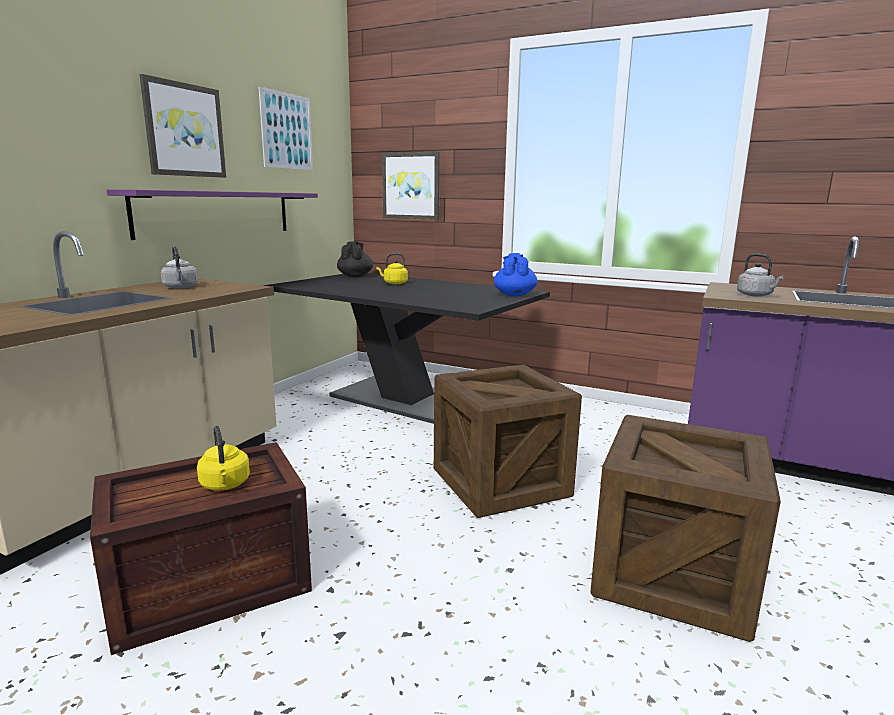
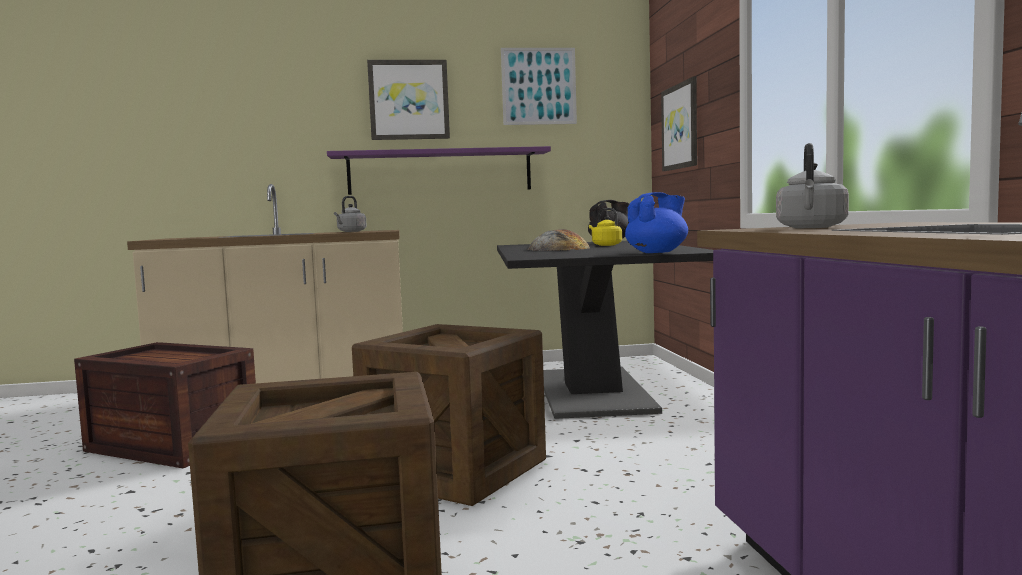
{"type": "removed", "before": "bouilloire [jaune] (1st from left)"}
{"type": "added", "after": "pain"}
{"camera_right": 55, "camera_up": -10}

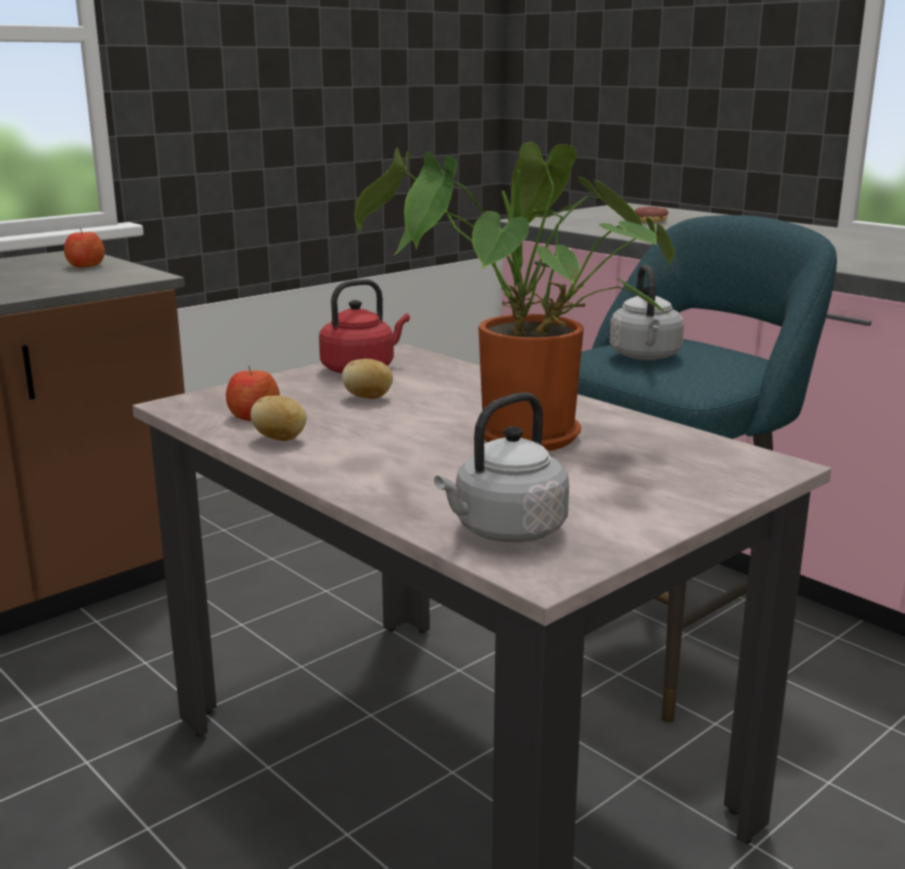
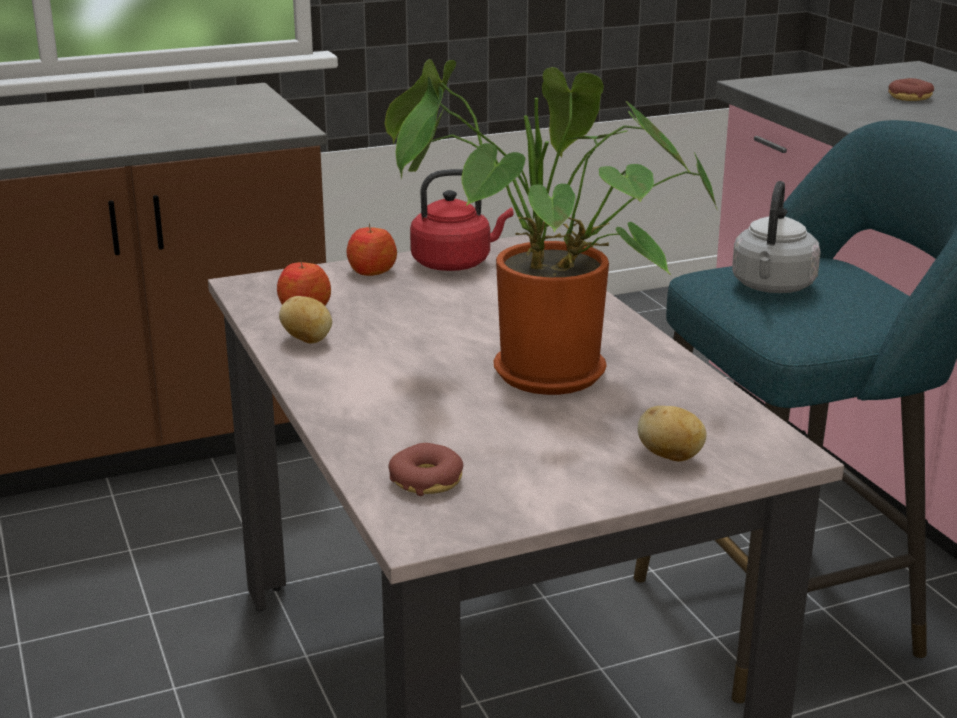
{"type": "moved", "before": "pomme (1st from left in the first image)", "after": "pomme (2nd from left)"}
{"type": "moved", "before": "pomme de terre (2nd from left)"}
{"type": "replaced", "before": "bouilloire [gris] (1st from left)", "after": "beignet (1st from left)"}
{"camera_right": 20, "camera_up": 5}

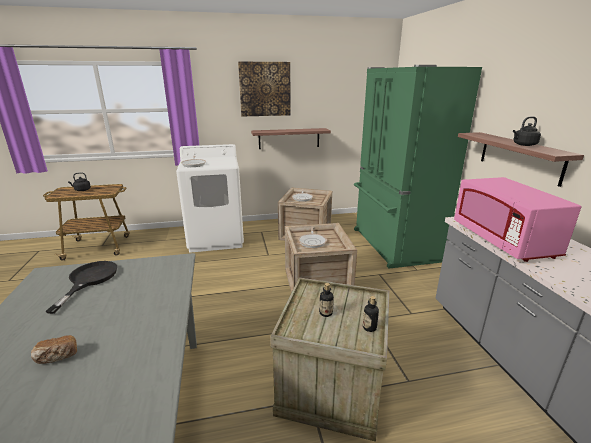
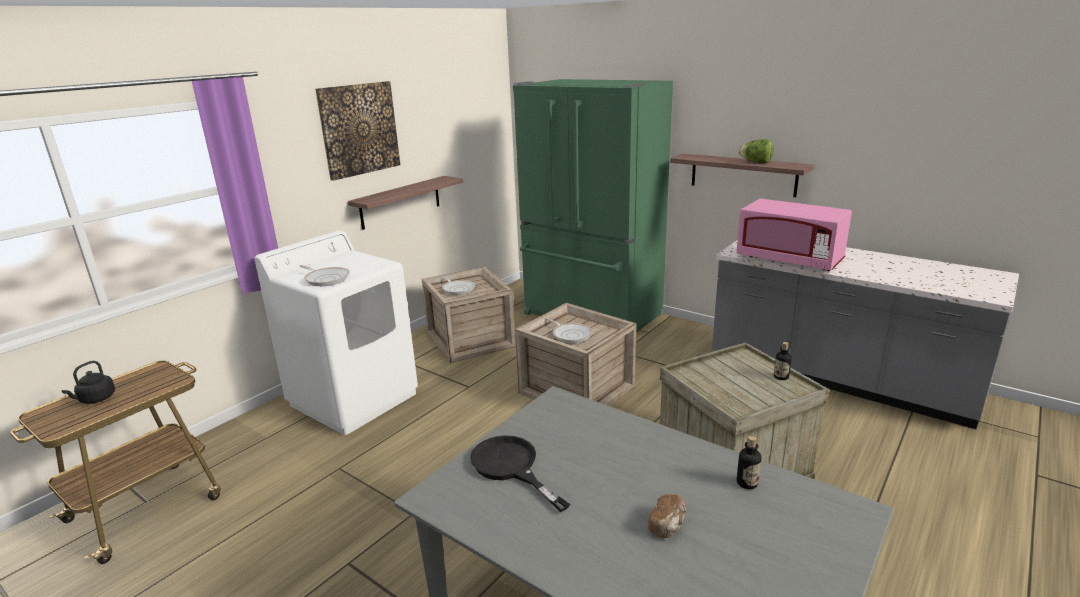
{"type": "replaced", "before": "bouilloire [noir] (2nd from left)", "after": "laitue"}
{"type": "moved", "before": "bouteille (1st from left)"}
{"camera_right": -40, "camera_up": 0}

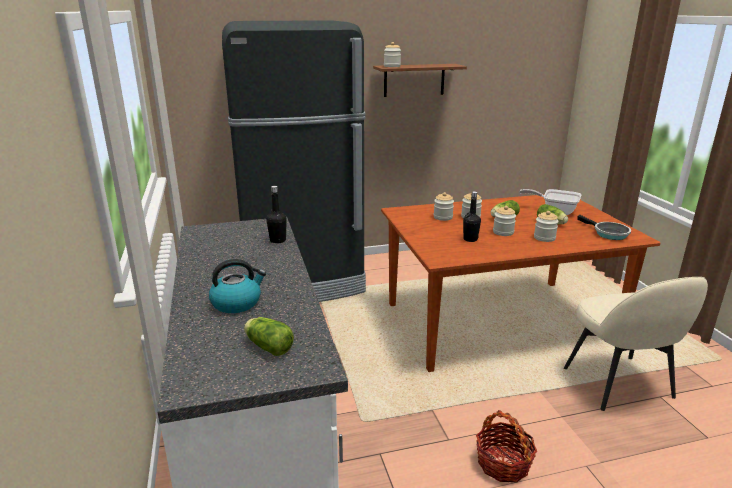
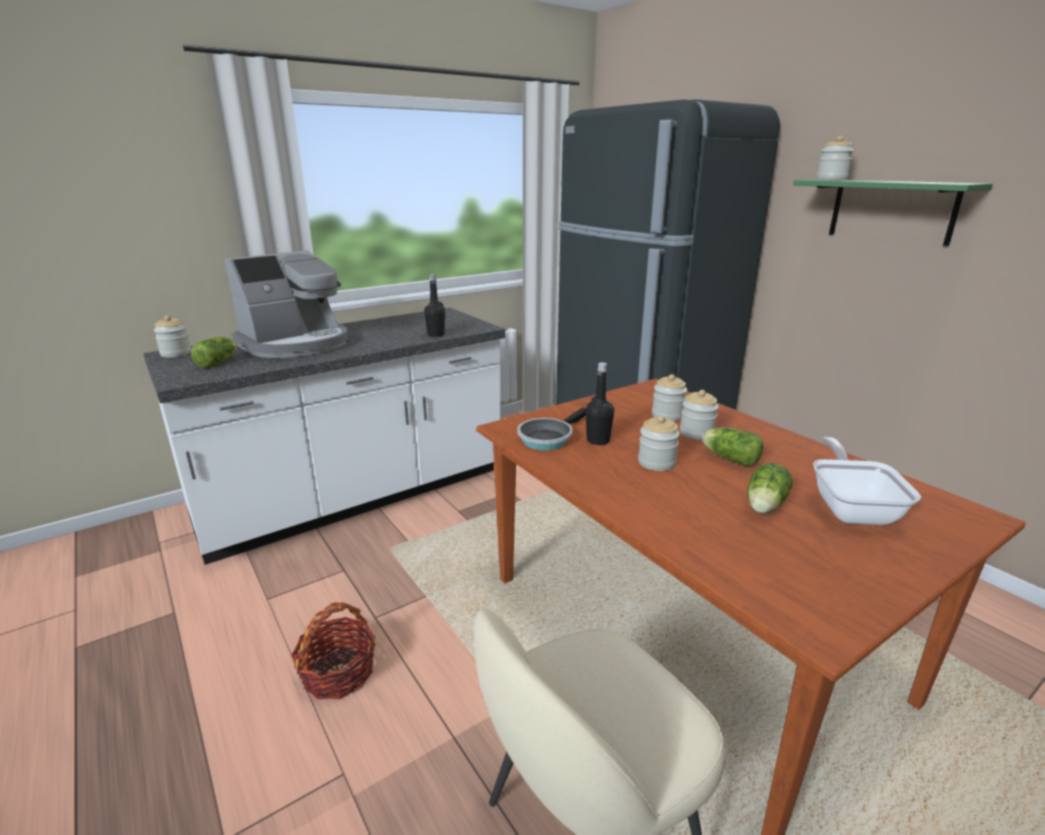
{"type": "recoloured", "before": "étagère [marron]", "after": "étagère [vert]"}
{"type": "moved", "before": "bocal (5th from left in the first image)", "after": "bocal (1st from left)"}
{"type": "moved", "before": "poêle (2nd from left in the first image)", "after": "poêle (1st from left)"}
{"type": "replaced", "before": "bouilloire", "after": "machine à café"}
{"camera_right": 70, "camera_up": 0}

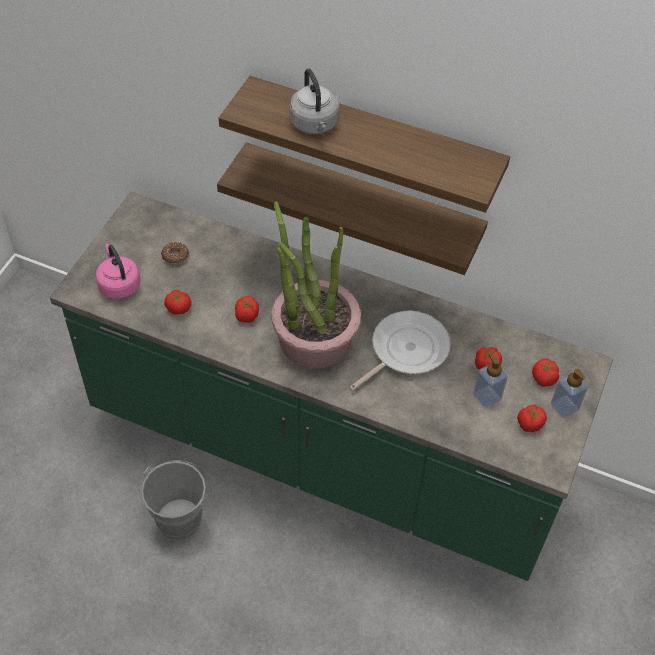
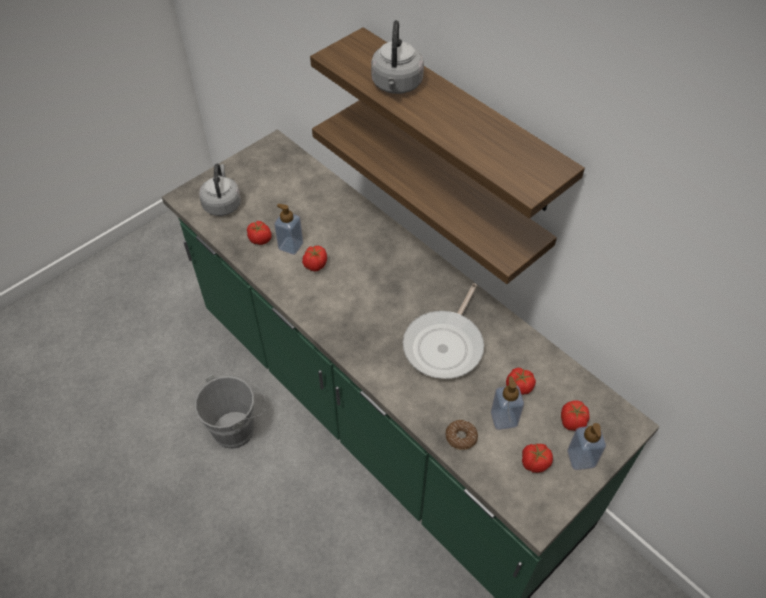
{"type": "removed", "before": "plante en pot"}
{"type": "moved", "before": "beignet"}
{"type": "recoloured", "before": "bouilloire [rose]", "after": "bouilloire [gris] (1st from left)"}
{"type": "turned", "before": "poêle", "turn": 135}
{"type": "added", "after": "distributeur de savon (1st from left)"}
{"camera_right": 25, "camera_up": 0}

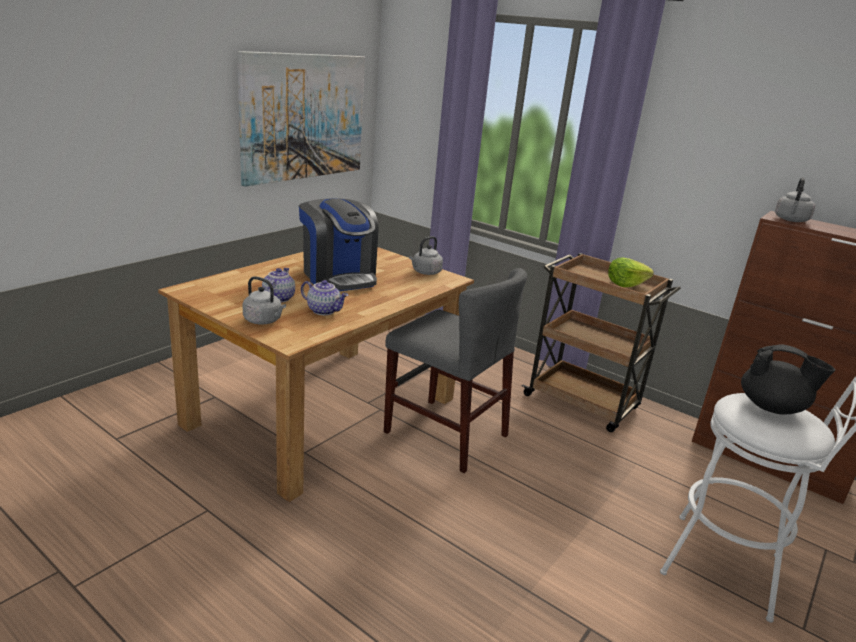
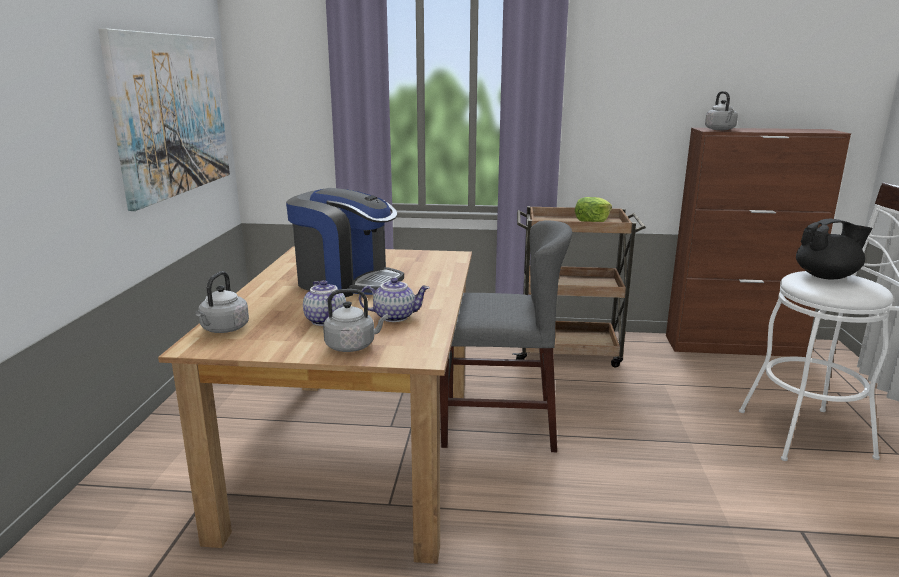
{"type": "moved", "before": "bouilloire [gris] (2nd from left in the first image)", "after": "bouilloire [gris] (1st from left)"}
{"camera_right": -30, "camera_up": -5}

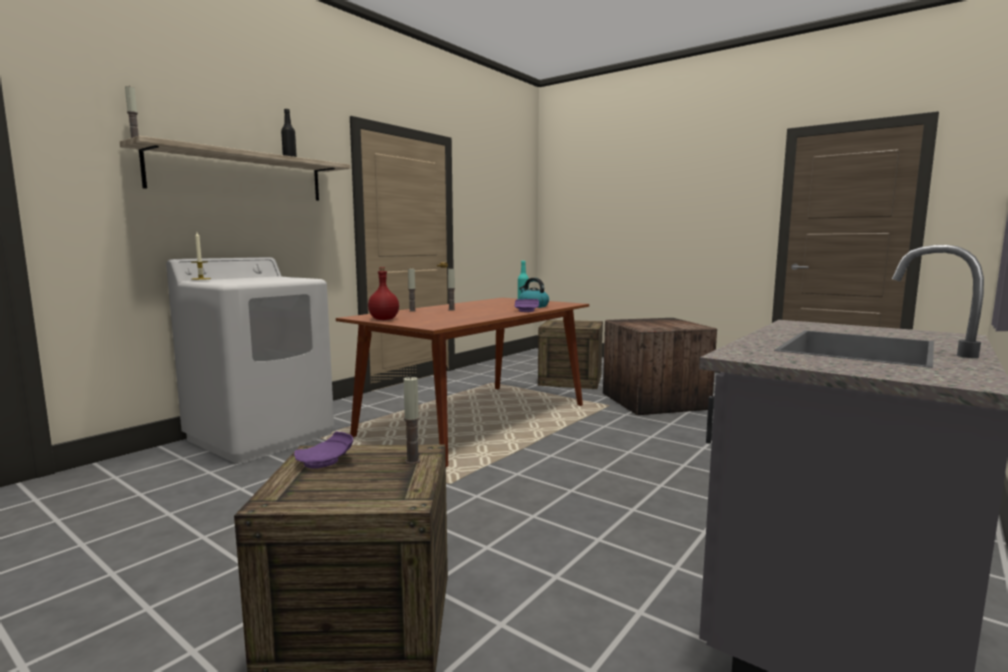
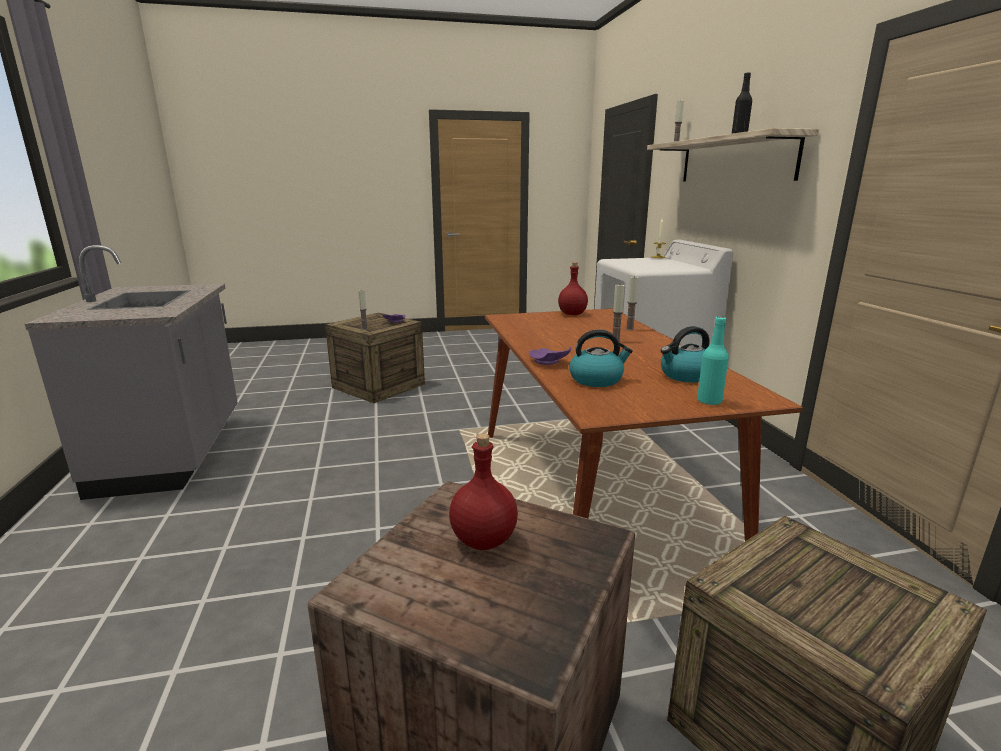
{"type": "added", "after": "bouilloire (2nd from left)"}
{"type": "added", "after": "bouteille [rouge] (1st from left)"}
{"camera_right": 130, "camera_up": 10}

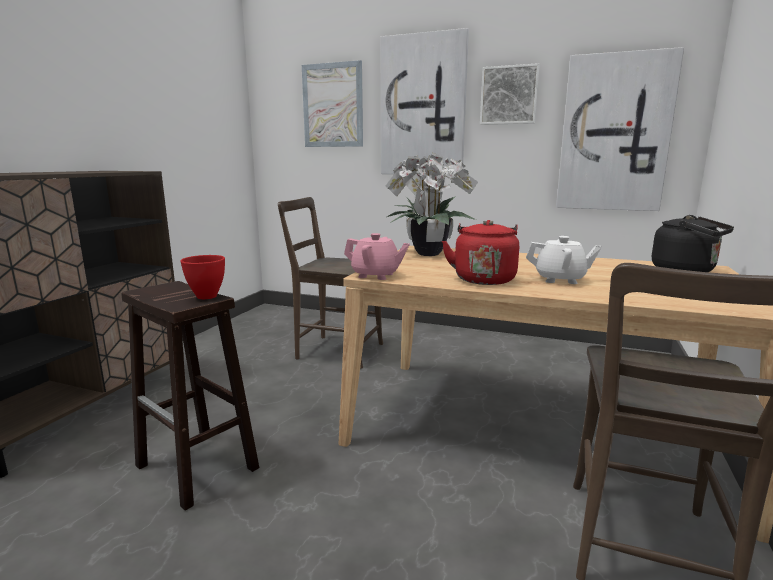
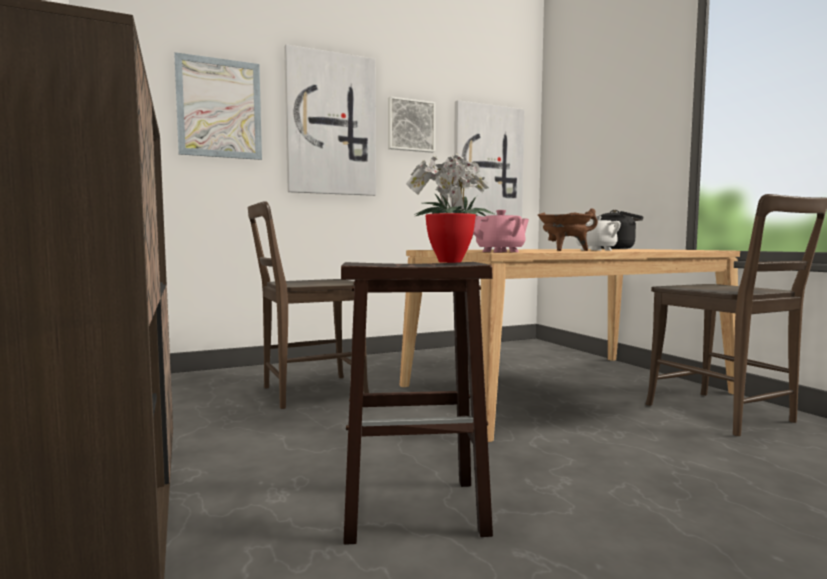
{"type": "replaced", "before": "bouilloire [rouge]", "after": "marmite [marron]"}
{"camera_right": -45, "camera_up": -10}

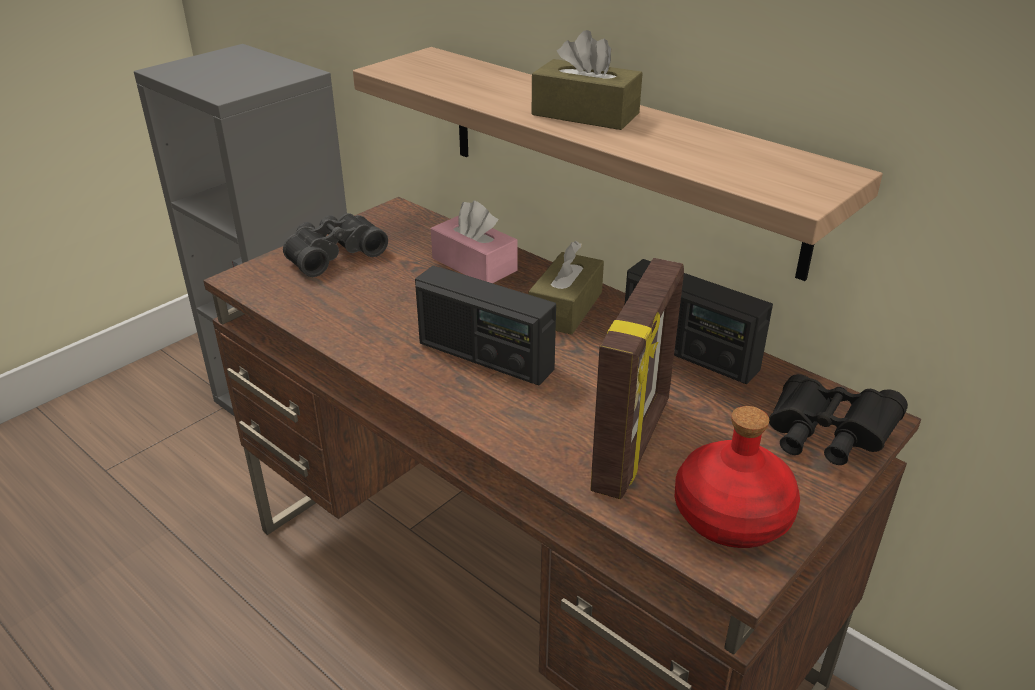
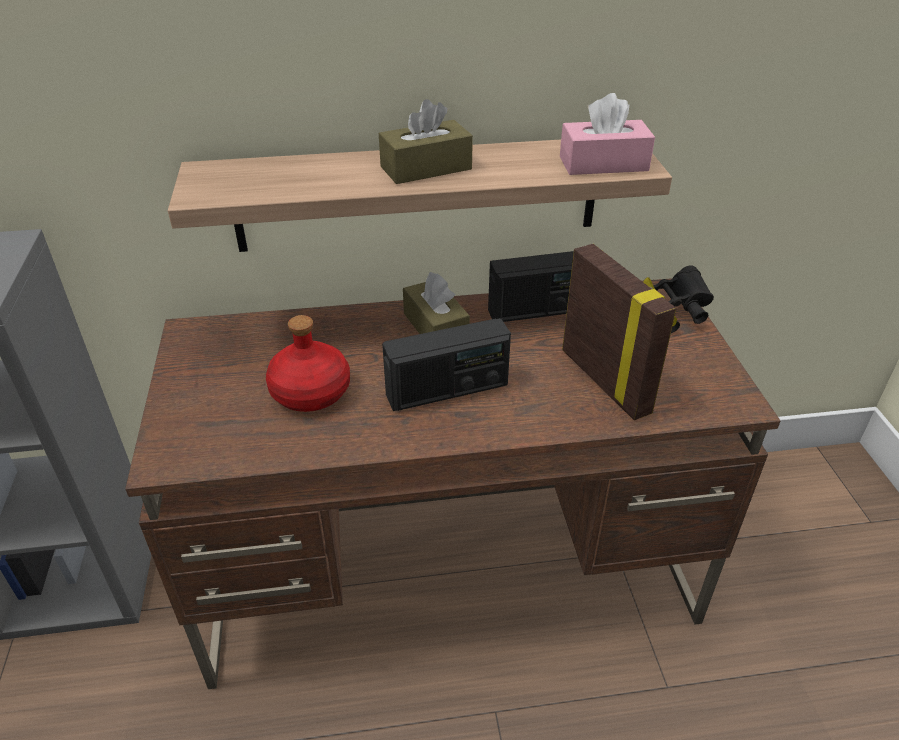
{"type": "moved", "before": "boîte à mouchoirs [rose]"}
{"type": "removed", "before": "jumelles [noir] (1st from left)"}
{"type": "moved", "before": "bouteille [rouge]"}
{"camera_right": -50, "camera_up": 5}

